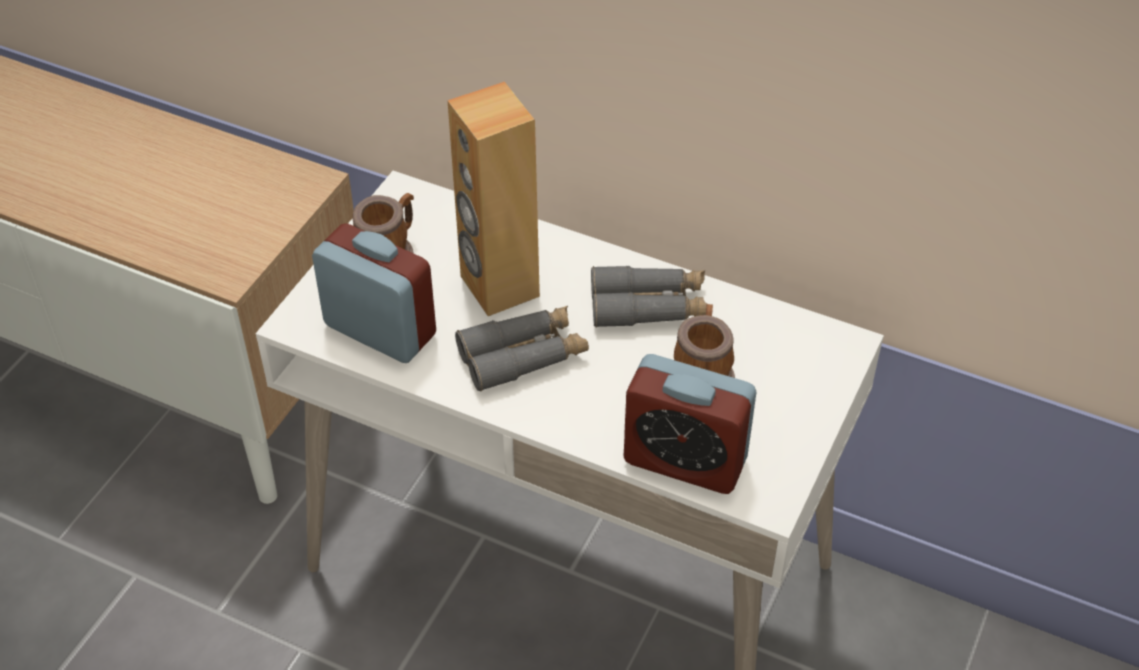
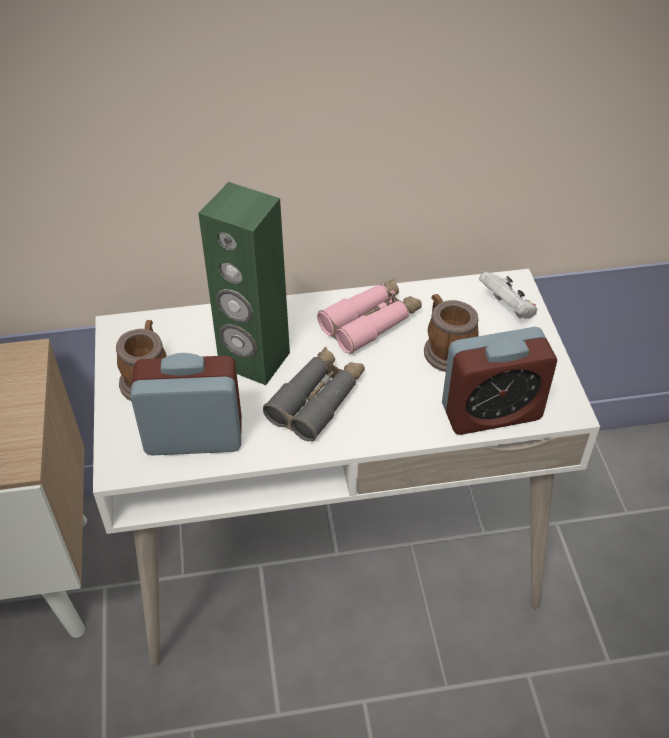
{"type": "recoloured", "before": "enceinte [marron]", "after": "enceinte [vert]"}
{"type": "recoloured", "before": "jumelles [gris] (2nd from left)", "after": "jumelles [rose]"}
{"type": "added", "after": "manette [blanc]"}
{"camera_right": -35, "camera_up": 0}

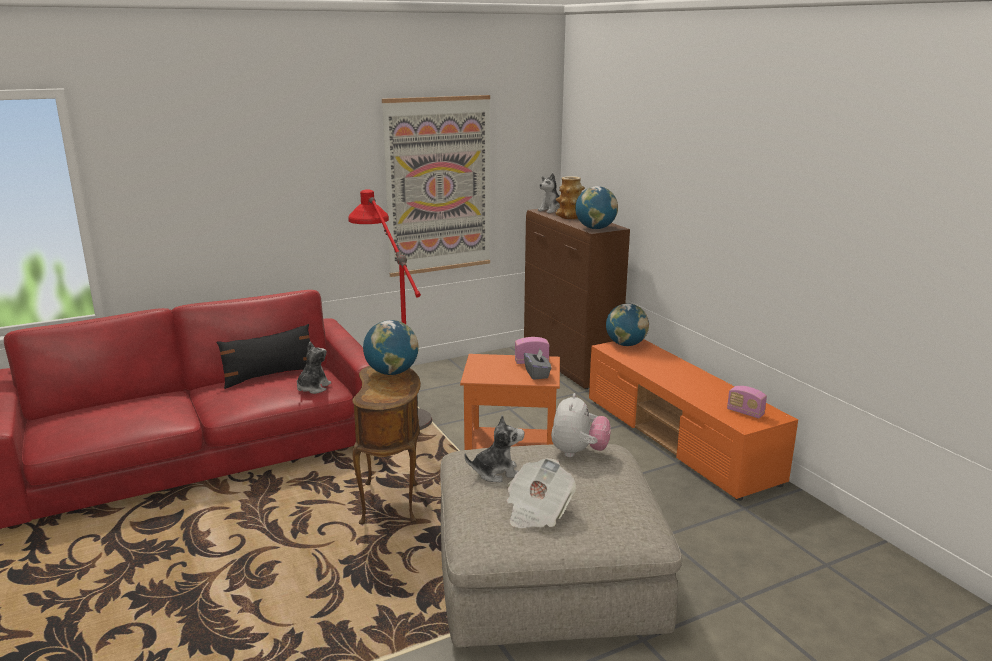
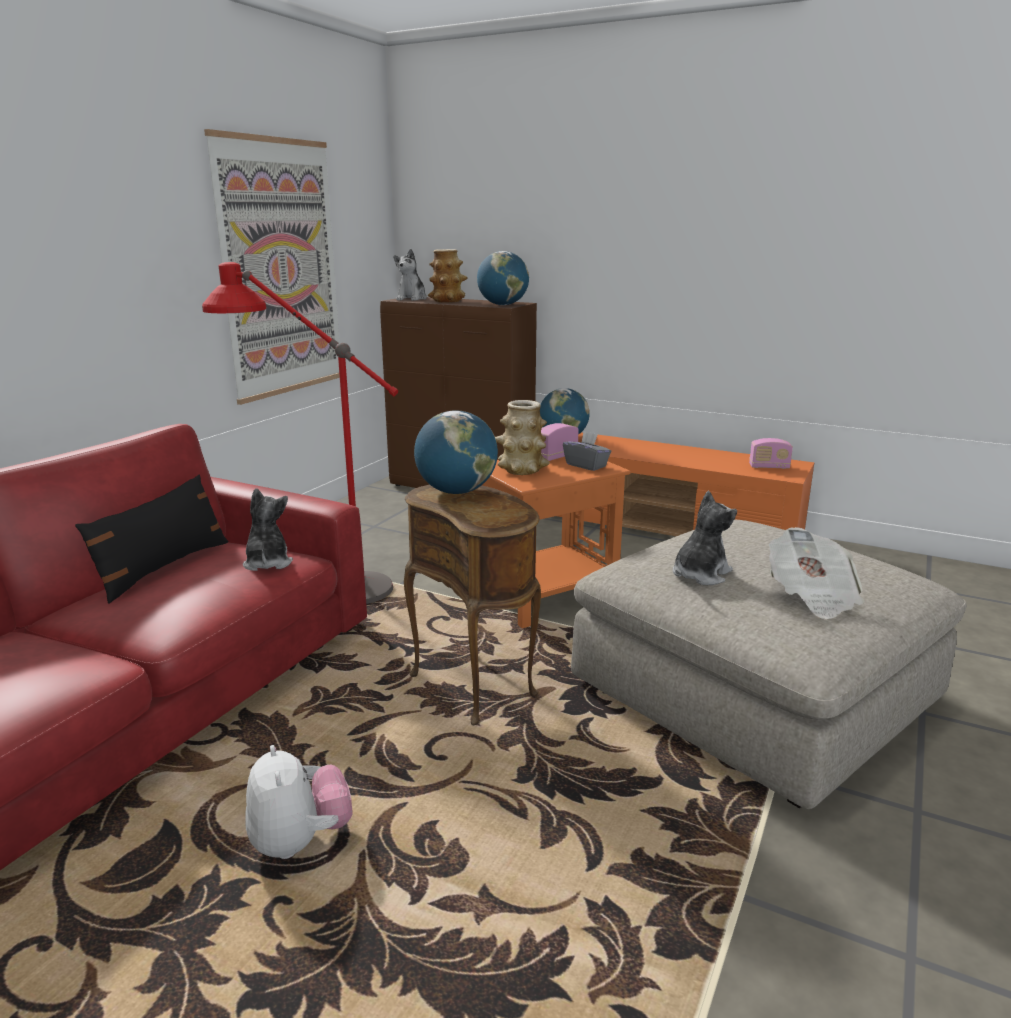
{"type": "moved", "before": "peluche (4th from left in the first image)", "after": "peluche (2nd from left)"}
{"type": "added", "after": "vase (2nd from left)"}
{"camera_right": -35, "camera_up": 0}

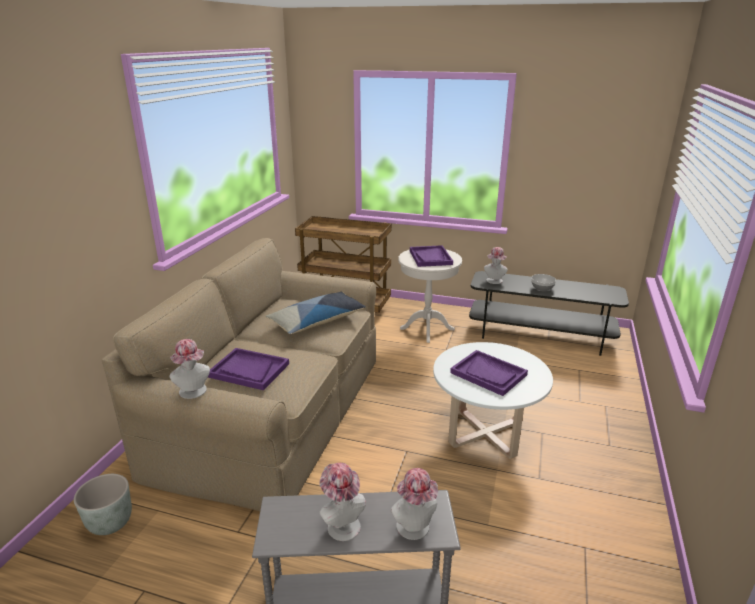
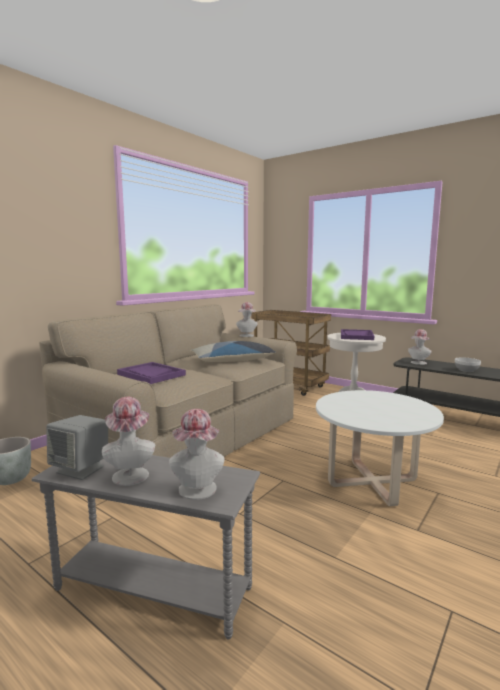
{"type": "moved", "before": "chapeau (1st from left in the first image)", "after": "chapeau (3rd from left)"}
{"type": "removed", "before": "plateau [violet] (3rd from left)"}
{"type": "added", "after": "enceinte [gris]"}
{"camera_right": 20, "camera_up": -15}

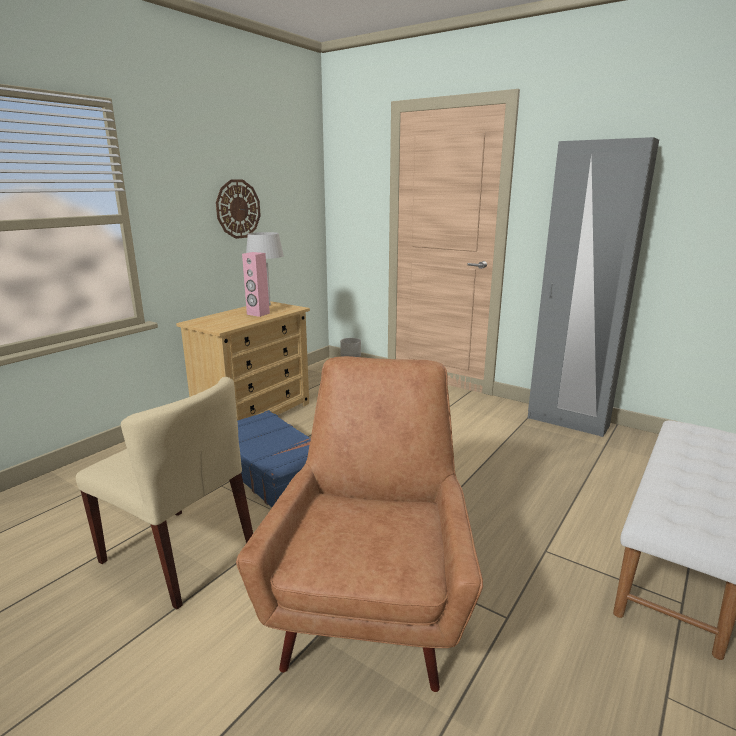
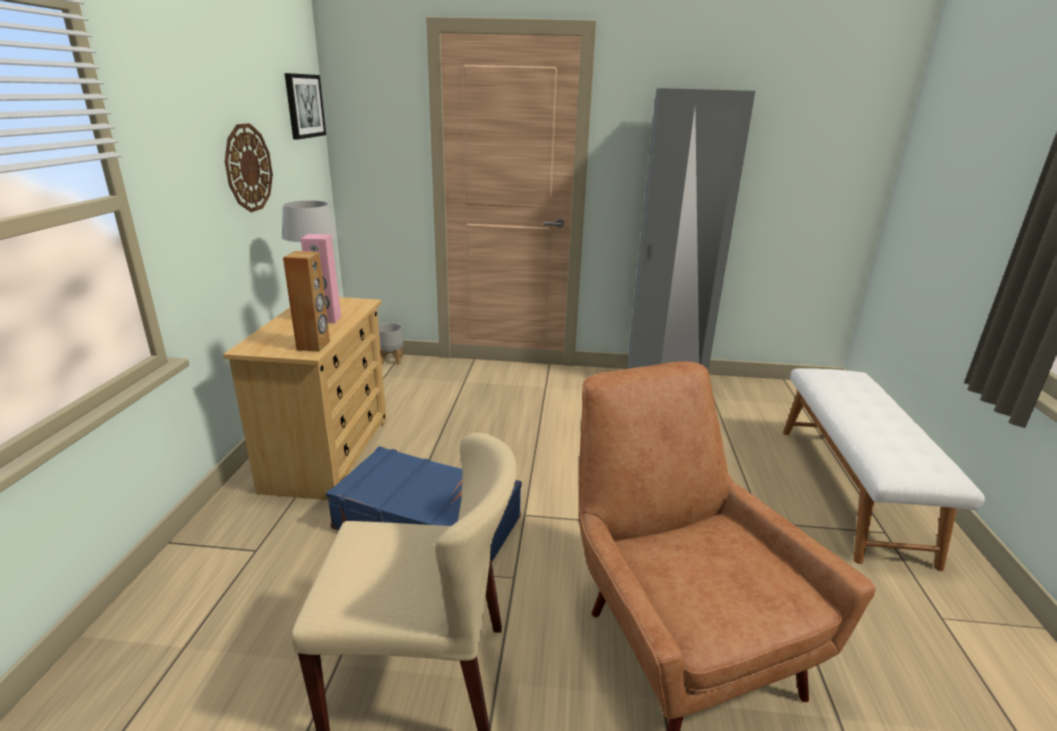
{"type": "added", "after": "tableau"}
{"type": "added", "after": "enceinte [marron]"}
{"camera_right": -30, "camera_up": 5}

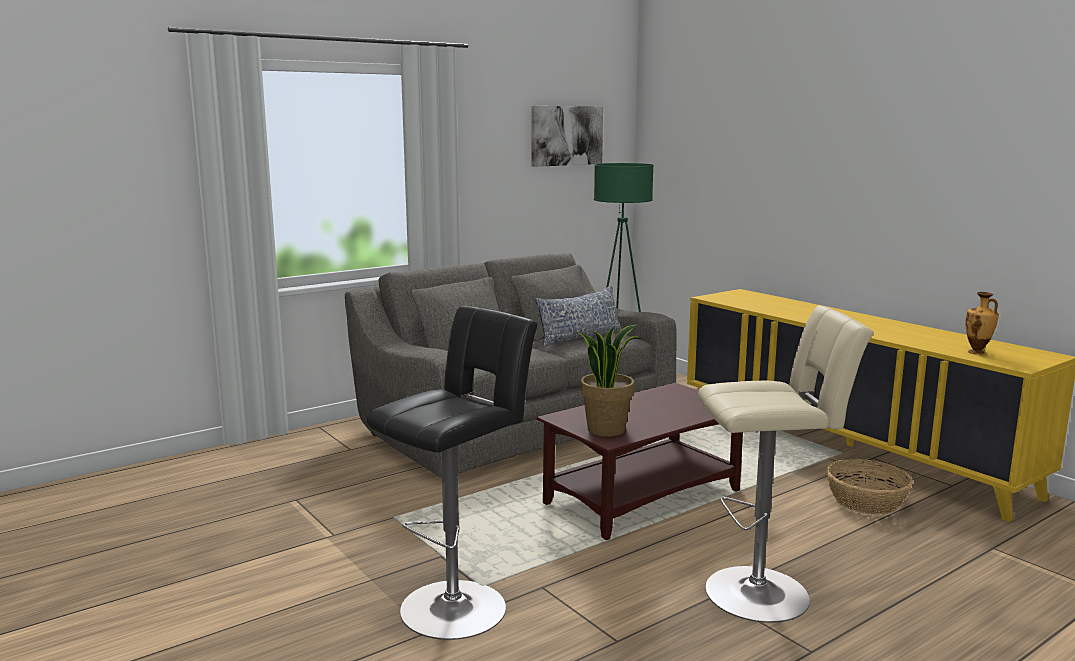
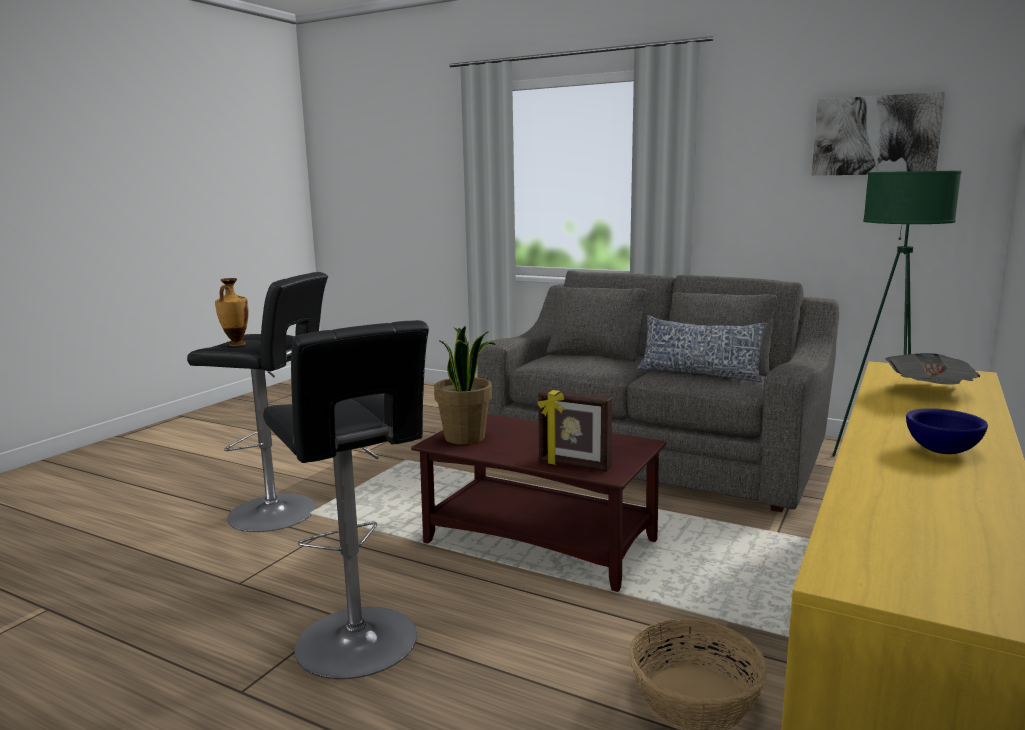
{"type": "moved", "before": "vase"}
{"type": "recoloured", "before": "tabouret [beige]", "after": "tabouret [noir] (2nd from left)"}
{"type": "added", "after": "journal"}
{"type": "added", "after": "cadre photo"}
{"type": "added", "after": "bol [bleu]"}
{"camera_right": 65, "camera_up": 0}

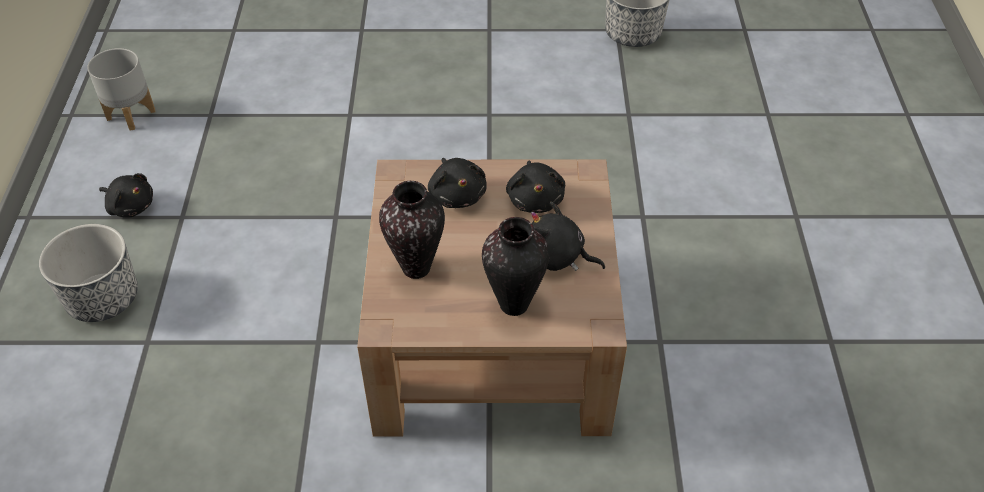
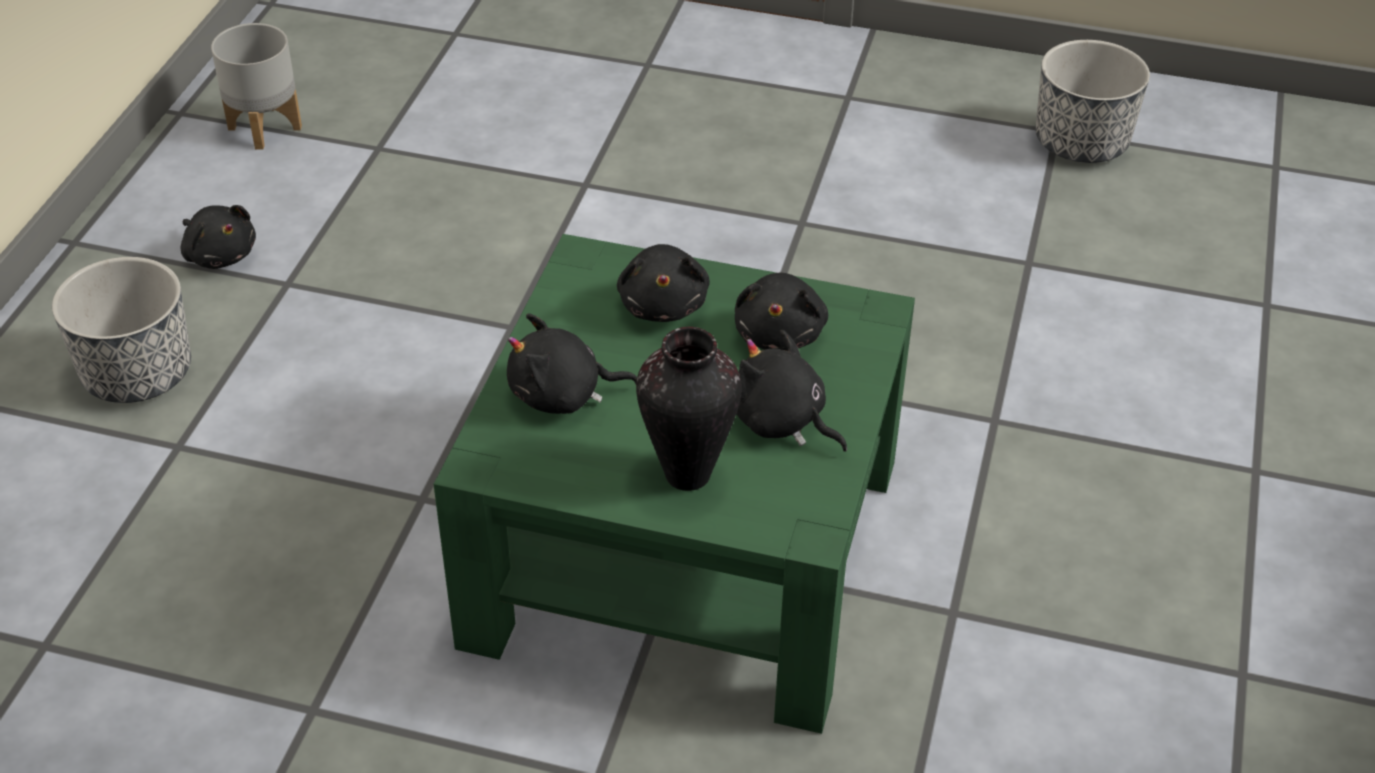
{"type": "recoloured", "before": "table basse [marron]", "after": "table basse [vert]"}
{"type": "replaced", "before": "vase (1st from left)", "after": "peluche [noir] (2nd from left)"}
{"camera_right": 15, "camera_up": -5}

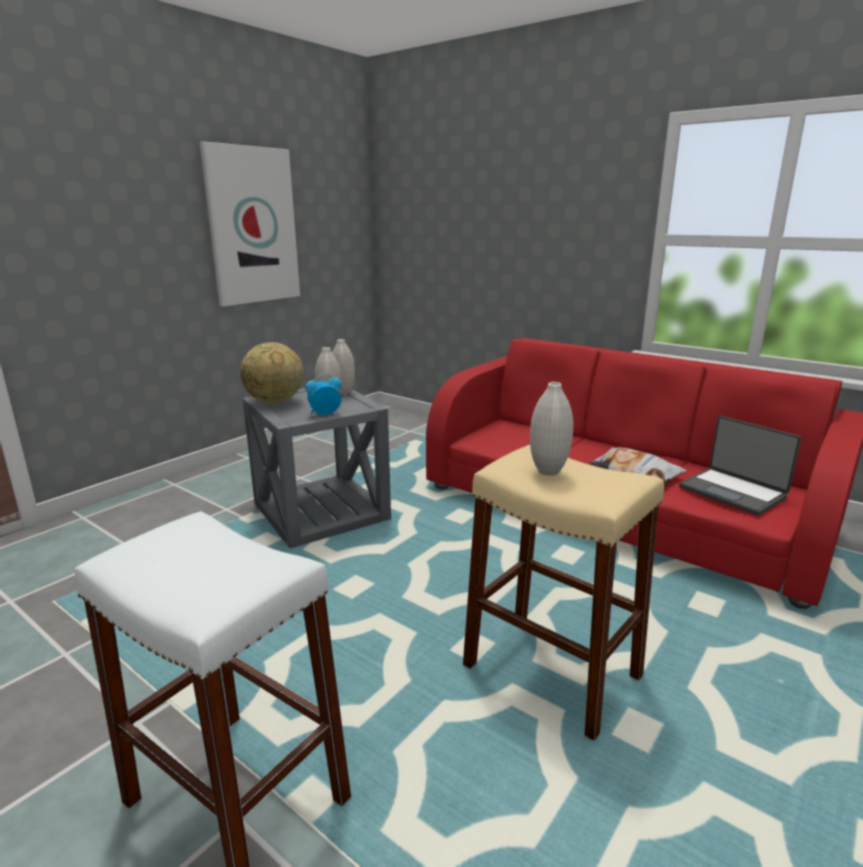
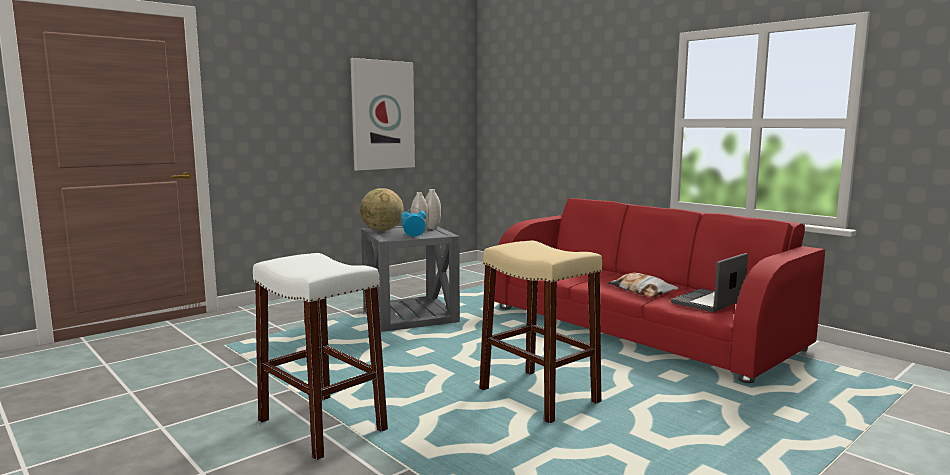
{"type": "removed", "before": "vase [blanc] (3rd from left)"}
{"type": "turned", "before": "ordinateur portable", "turn": 75}
{"camera_right": 10, "camera_up": -10}

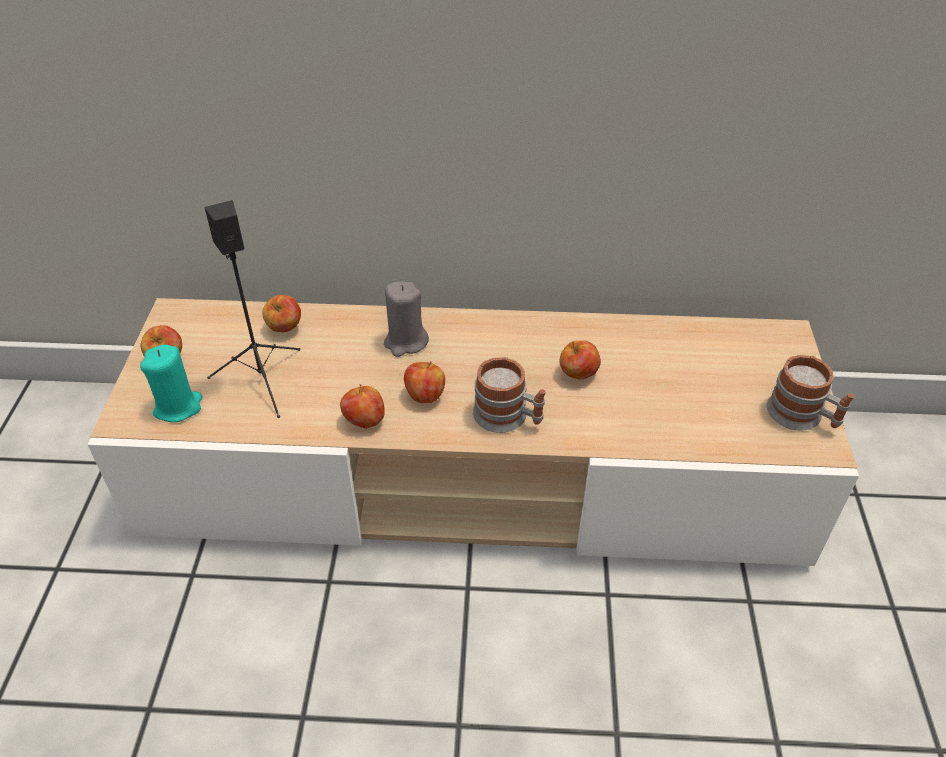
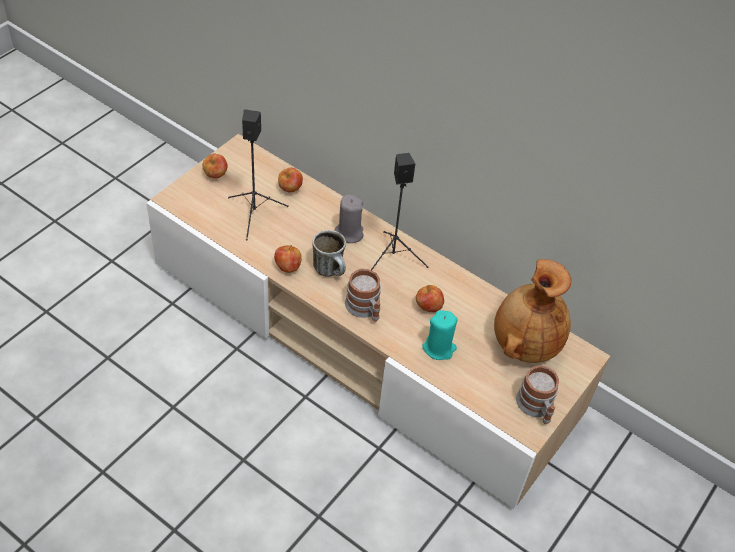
{"type": "moved", "before": "bougie [turquoise]"}
{"type": "replaced", "before": "pomme (4th from left)", "after": "mug (1st from left)"}
{"type": "added", "after": "enceinte [noir] (2nd from left)"}
{"type": "added", "after": "vase [marron]"}
{"camera_right": 30, "camera_up": 5}

